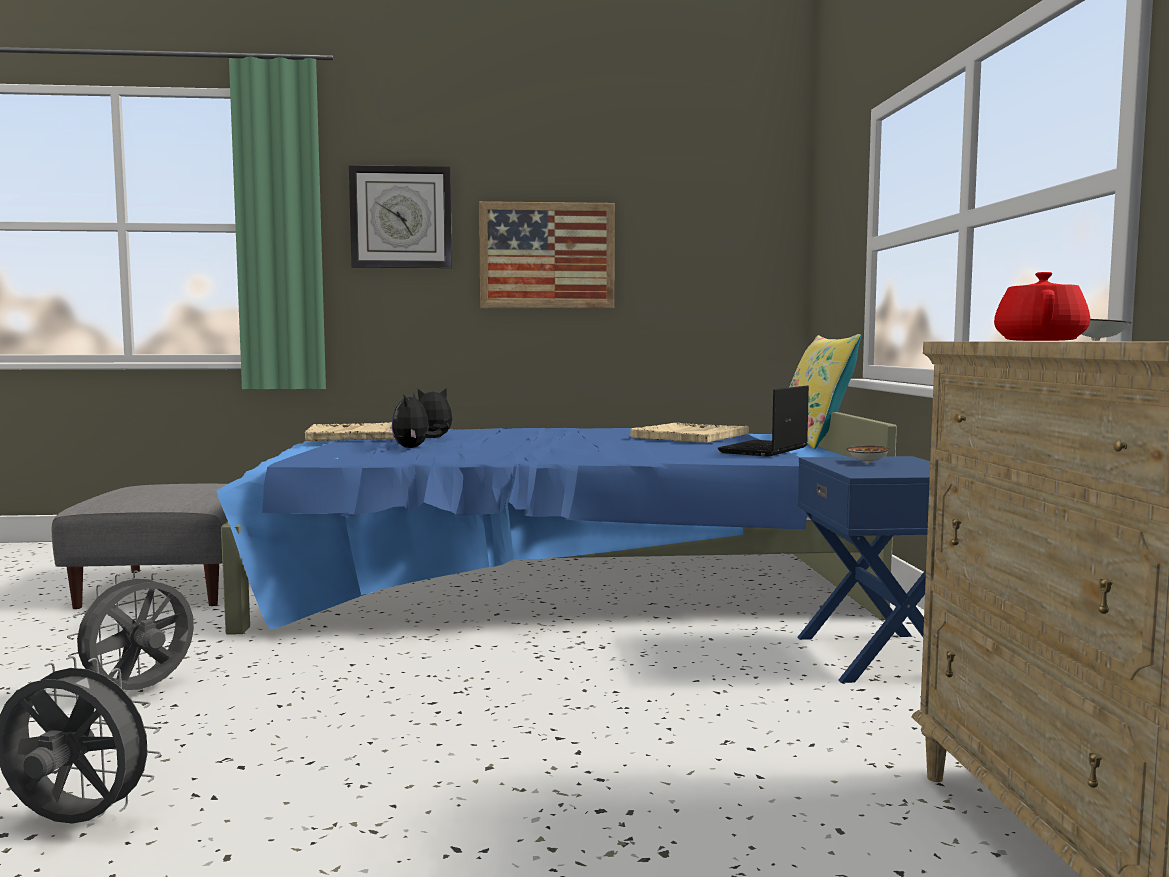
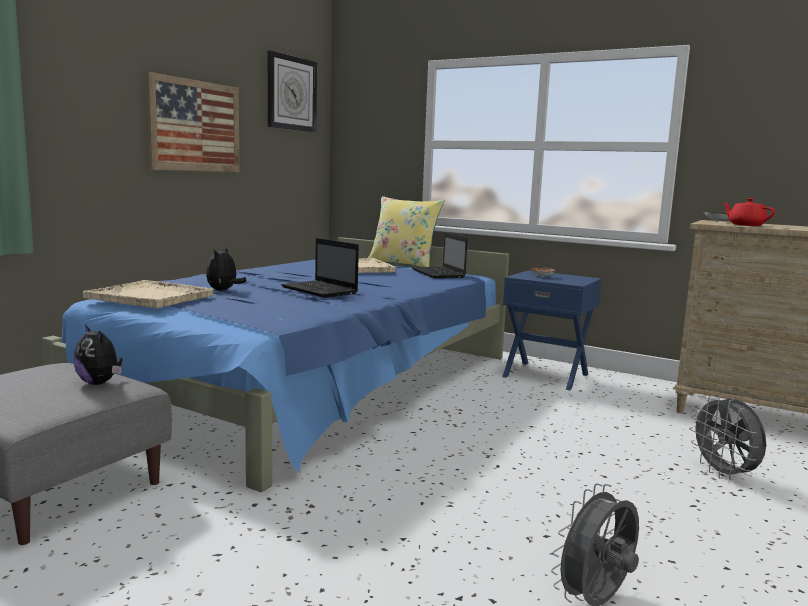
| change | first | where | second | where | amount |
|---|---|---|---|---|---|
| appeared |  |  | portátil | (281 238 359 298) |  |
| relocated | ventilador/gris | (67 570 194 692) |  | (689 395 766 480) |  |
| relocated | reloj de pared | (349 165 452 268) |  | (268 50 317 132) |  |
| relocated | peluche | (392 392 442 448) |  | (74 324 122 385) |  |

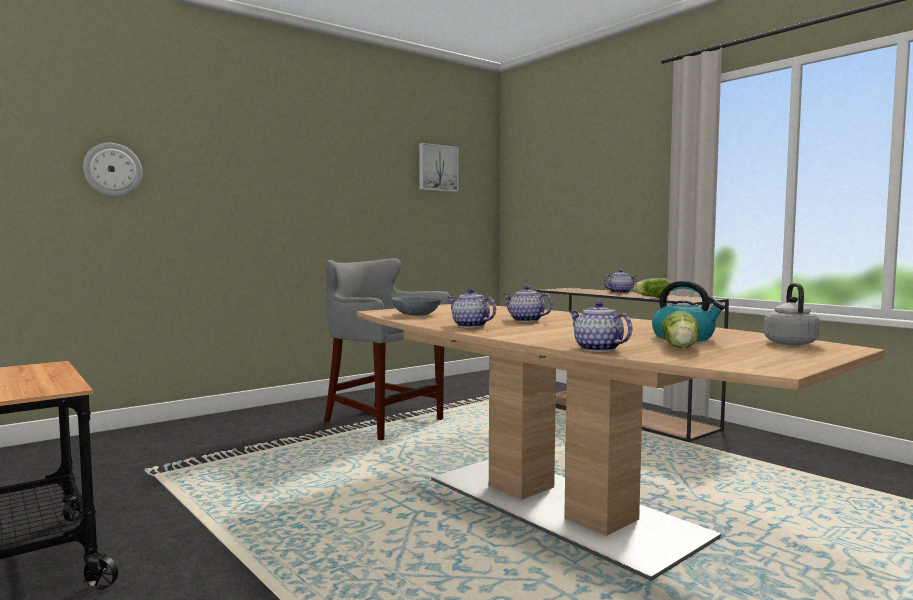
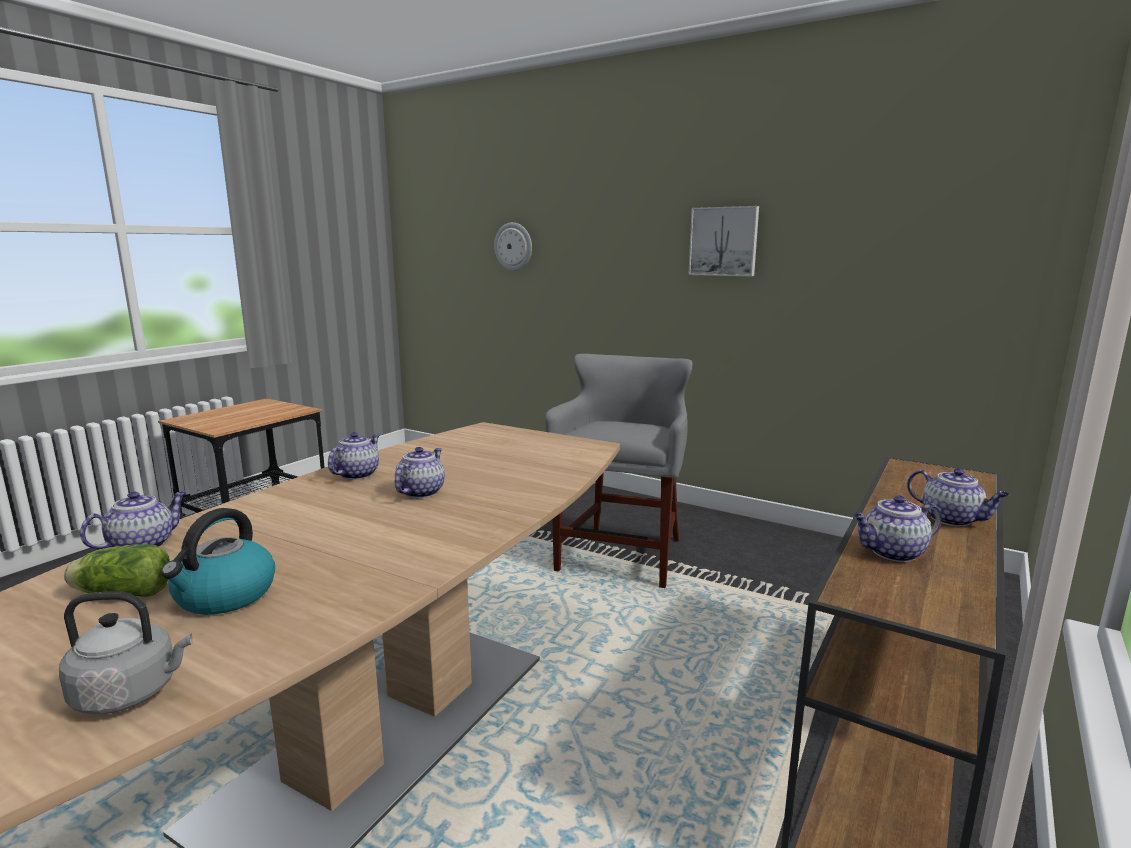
| change | first | where | second | where | amount |
|---|---|---|---|---|---|
| missing | cuenco/gris | (392 296 441 316) |  |  |  |
| relocated | cuadro | (419 143 459 192) |  | (688 206 759 277) |  |
| exchanged | lechuga | (634 278 670 297) | tetera | (853 496 942 562) |  |

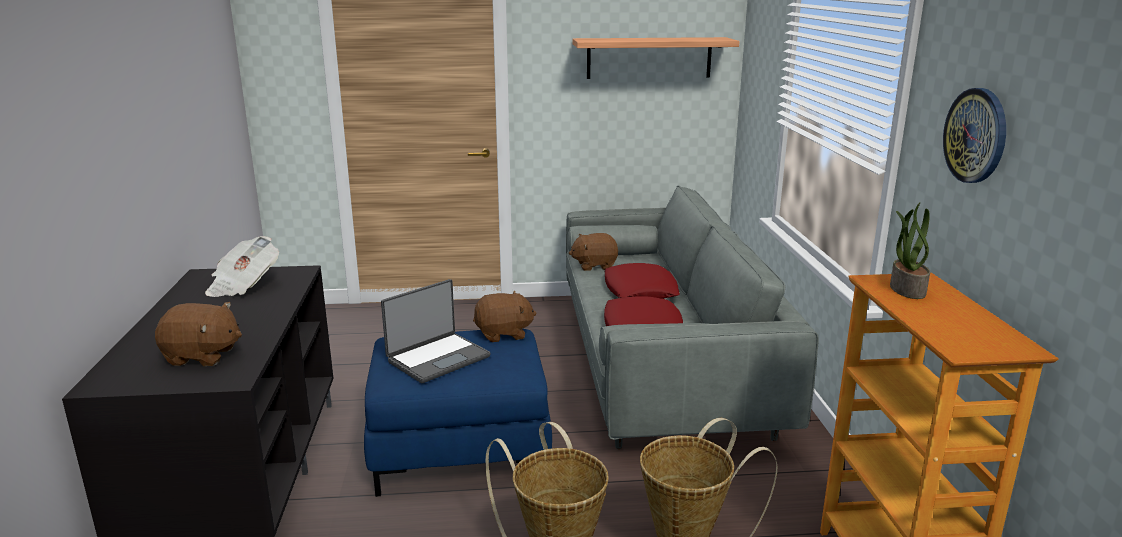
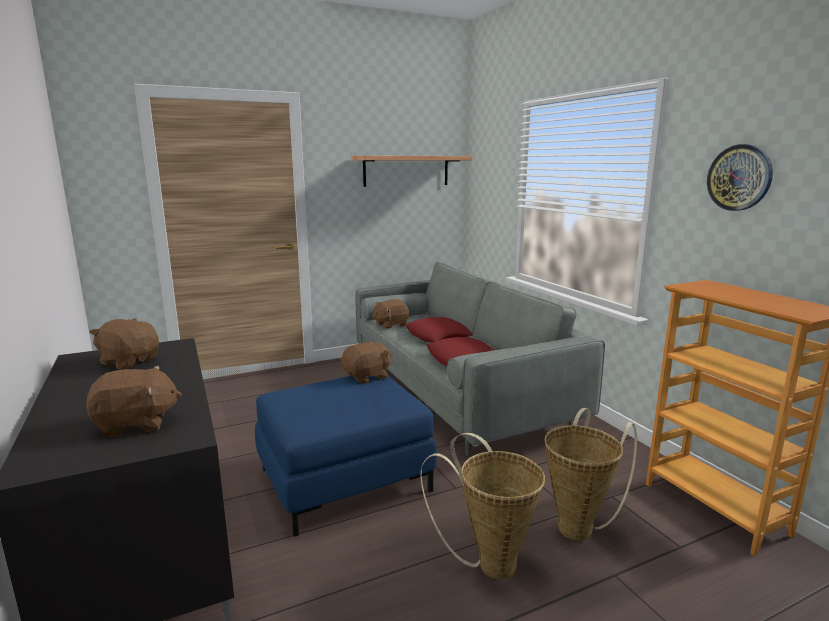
| change | first | where | second | where | amount |
|---|---|---|---|---|---|
| missing | portátil | (381 279 491 383) |  |  |  |
| missing | planta en maceta | (890 203 930 299) |  |  |  |
| exchanged | periódico | (205 236 279 297) | peluche/marrón | (89 318 159 370) |  |

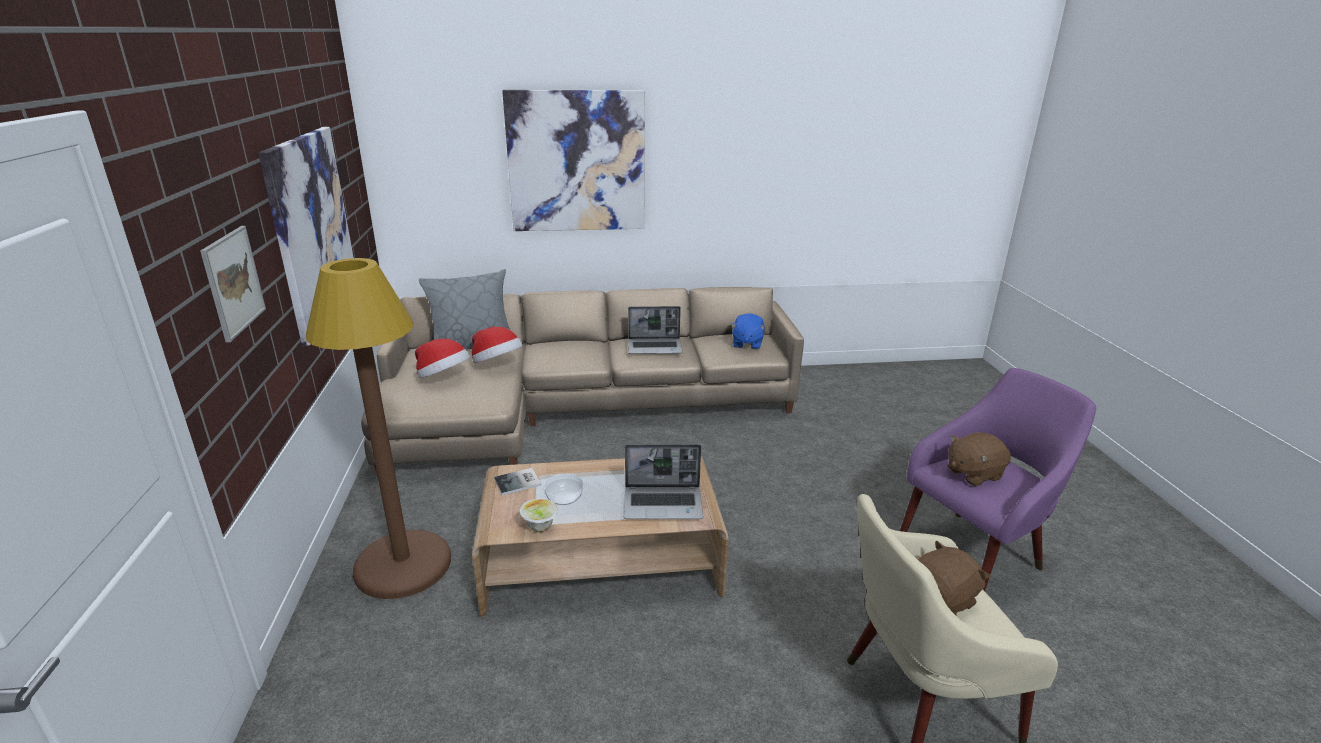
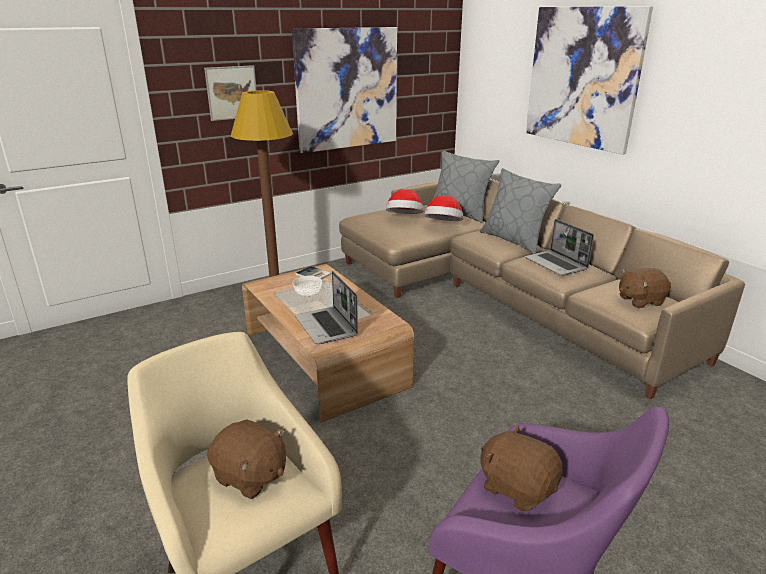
| change | first | where | second | where | amount |
|---|---|---|---|---|---|
| missing | cuenco | (519 499 558 532) |  |  |  |
| appeared |  |  | cojín/gris | (480 168 562 254) |  |
| colour | peluche/azul | (731 313 766 350) | peluche/marrón | (619 268 671 308) |  |

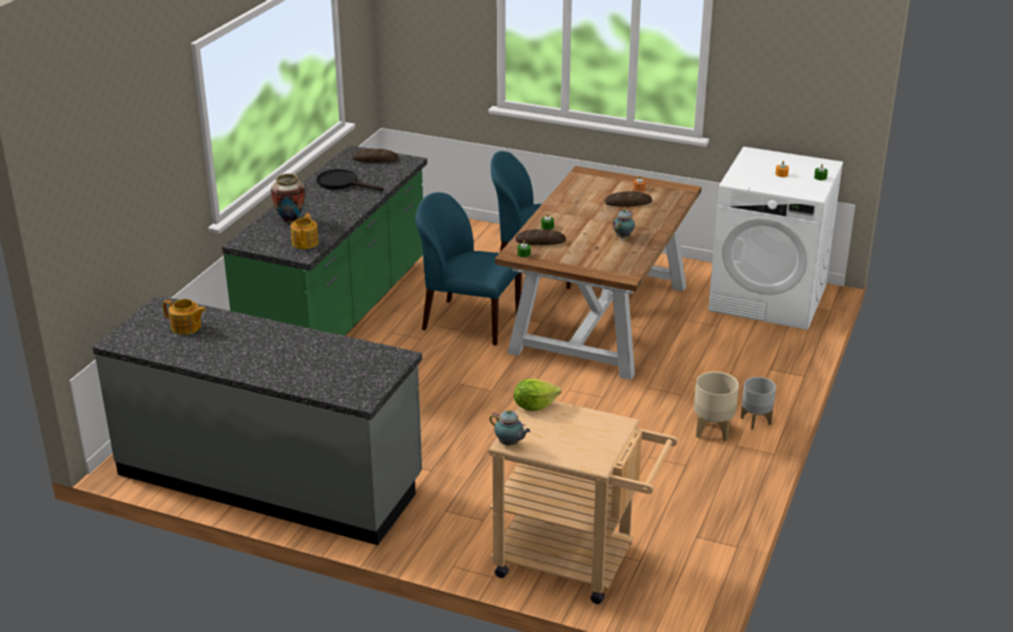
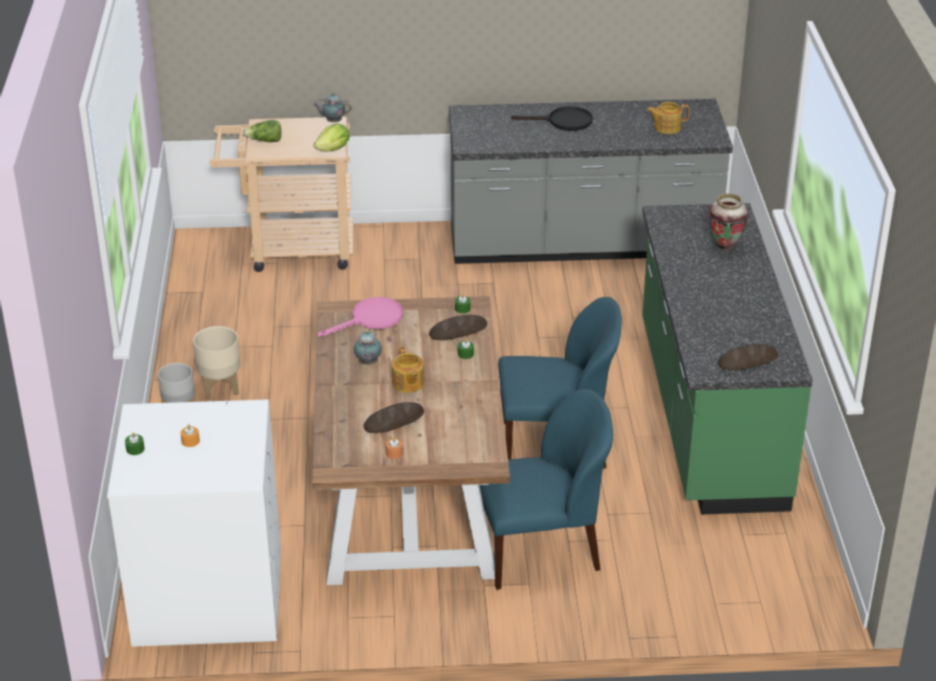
| change | first | where | second | where | amount |
|---|---|---|---|---|---|
| appeared |  |  | lechuga | (243 120 282 142) |  |
| appeared |  |  | sartén/rosa | (318 297 403 337) |  |
| relocated | tetera | (291 213 319 249) |  | (392 346 425 393) |  |
| relocated | sartén/negro | (317 169 384 191) |  | (511 106 593 131) |  |

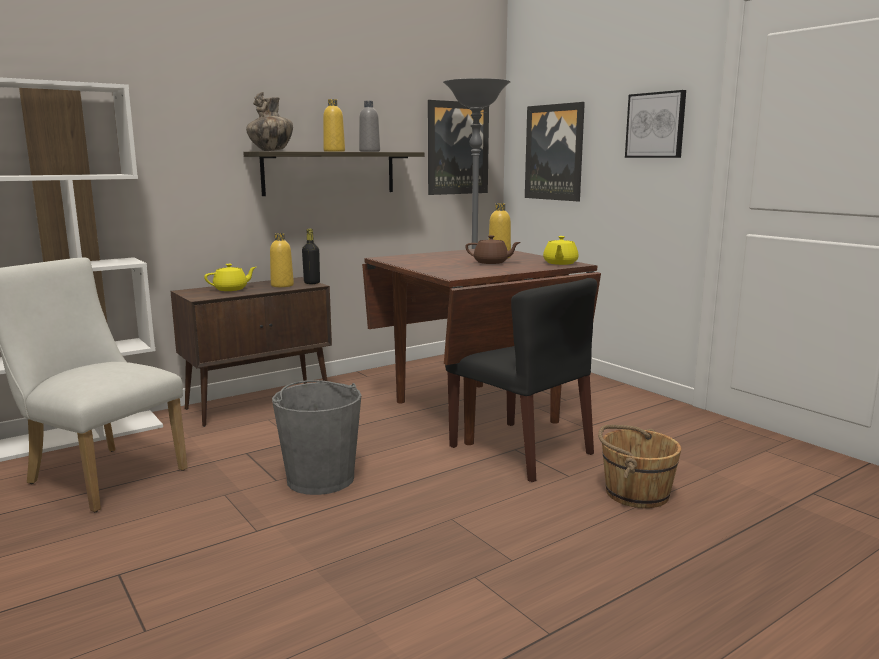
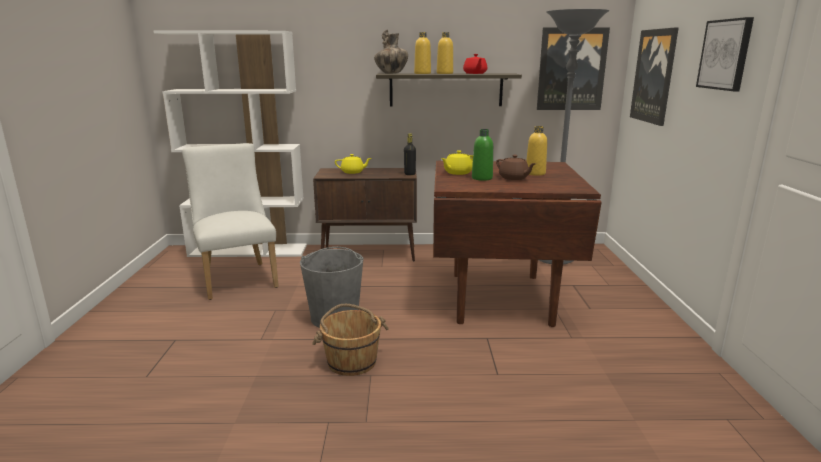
| change | first | where | second | where | amount |
|---|---|---|---|---|---|
| missing | silla/negro | (445 278 597 482) |  |  |  |
| appeared |  |  | botella/verde | (472 129 493 181) |  |
| relocated | botella/amarillo | (270 233 294 287) |  | (414 32 431 74) |  |
| relocated | tetera/amarillo | (543 236 579 265) |  | (441 150 473 175) |  |
| relocated | cubo/marrón | (598 425 681 508) |  | (312 304 389 376) |  |
| exchanged | botella/gris | (359 101 380 152) | tetera/rojo | (463 54 487 74) |  |

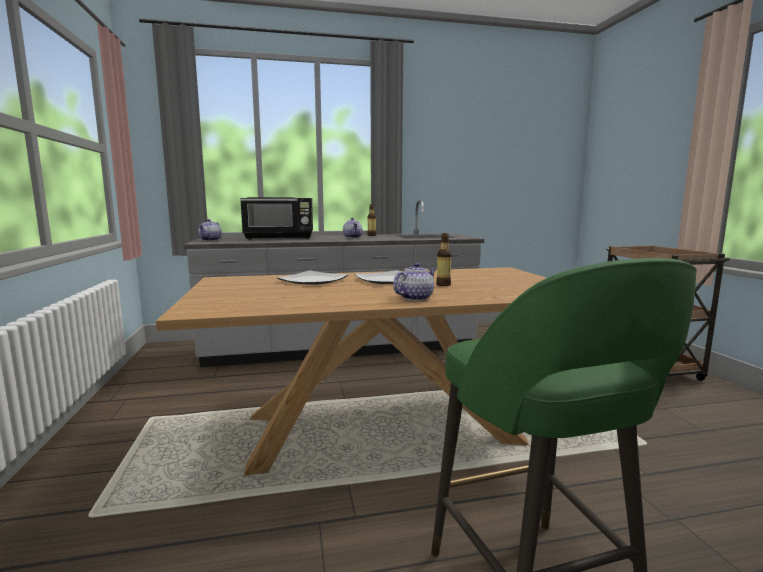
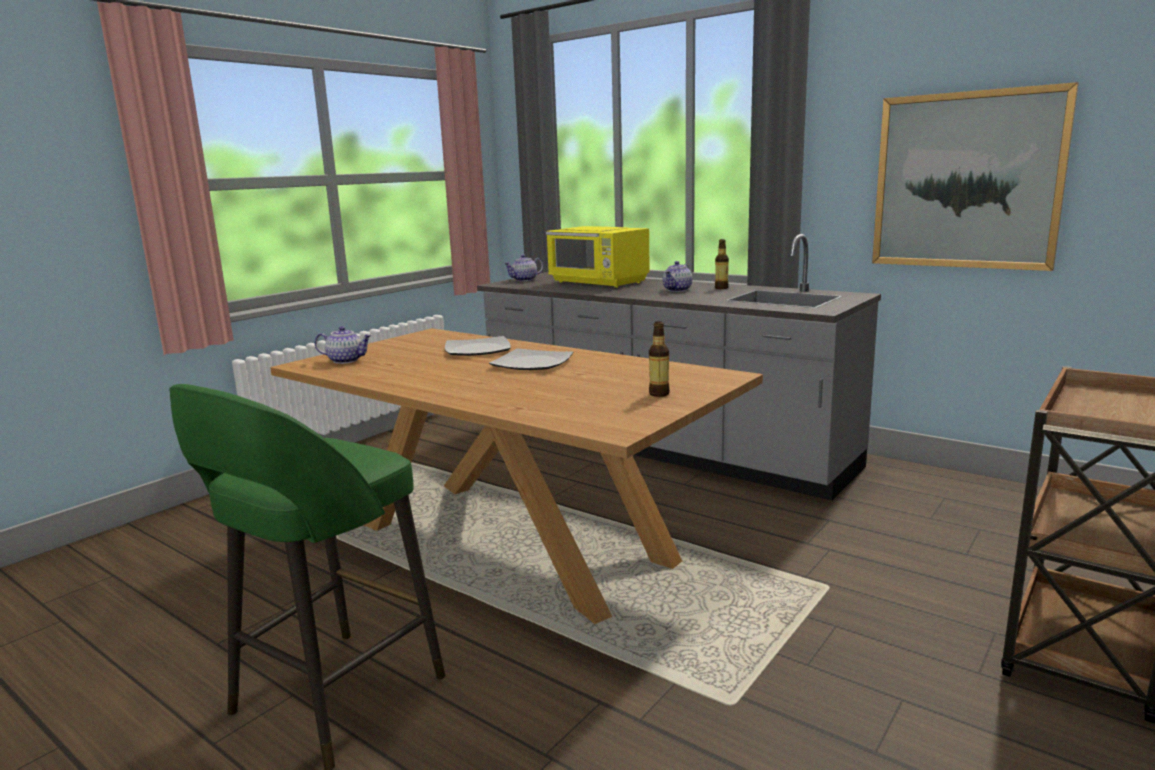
| change | first | where | second | where | amount |
|---|---|---|---|---|---|
| appeared |  |  | cuadro | (872 82 1079 271) |  |
| relocated | tetera | (393 263 437 301) |  | (314 326 372 364) |  |
| relocated | botella | (436 233 452 286) |  | (649 321 670 397) |  |
| colour | microondas/negro | (240 197 313 240) | microondas/amarillo | (545 226 650 288) |  |

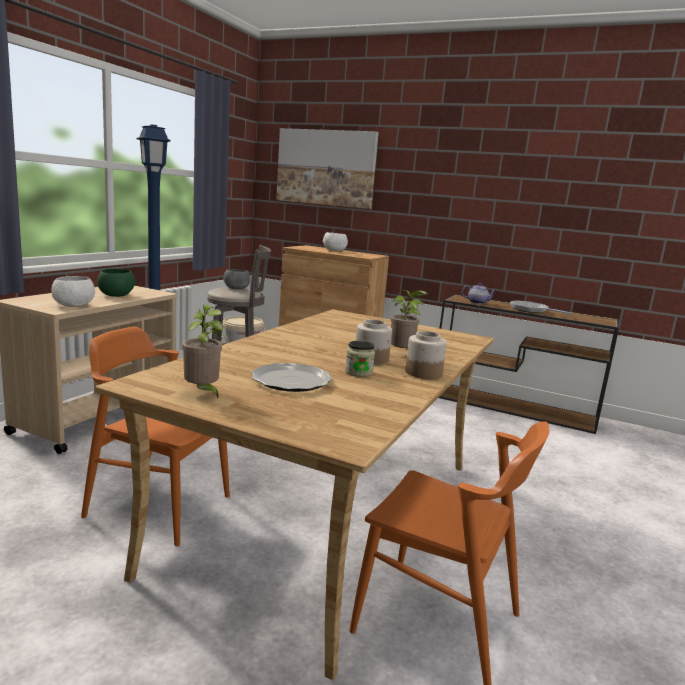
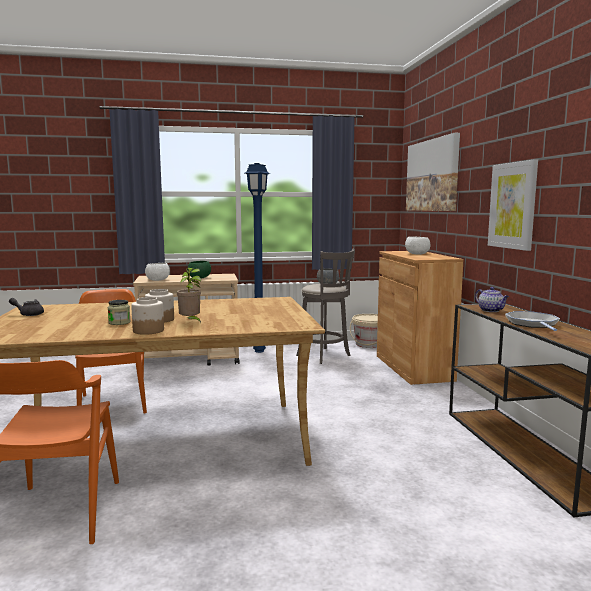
| change | first | where | second | where | amount |
|---|---|---|---|---|---|
| missing | plato | (251 363 333 392) |  |  |  |
| appeared |  |  | cuadro | (488 159 538 251) |  |
| exchanged | planta en maceta | (182 305 223 398) | tetera/gris | (9 298 44 316) |  |

